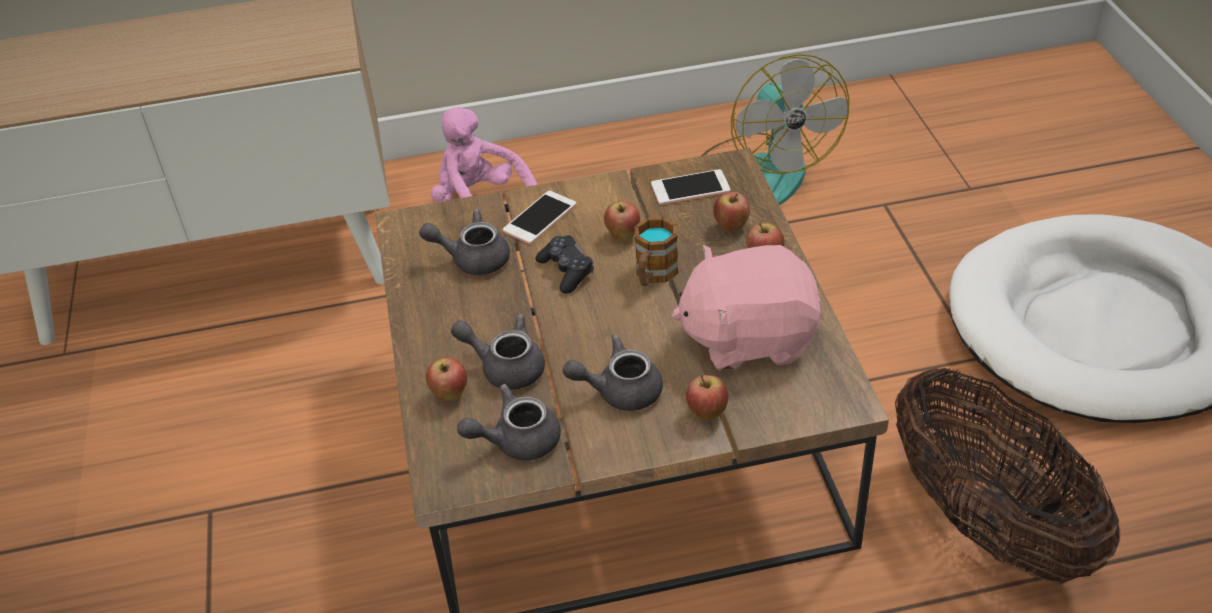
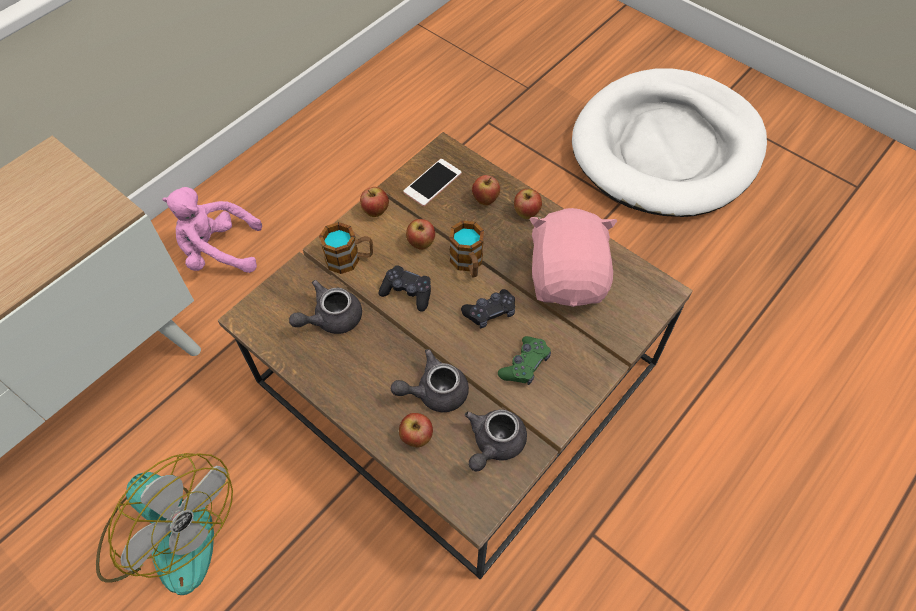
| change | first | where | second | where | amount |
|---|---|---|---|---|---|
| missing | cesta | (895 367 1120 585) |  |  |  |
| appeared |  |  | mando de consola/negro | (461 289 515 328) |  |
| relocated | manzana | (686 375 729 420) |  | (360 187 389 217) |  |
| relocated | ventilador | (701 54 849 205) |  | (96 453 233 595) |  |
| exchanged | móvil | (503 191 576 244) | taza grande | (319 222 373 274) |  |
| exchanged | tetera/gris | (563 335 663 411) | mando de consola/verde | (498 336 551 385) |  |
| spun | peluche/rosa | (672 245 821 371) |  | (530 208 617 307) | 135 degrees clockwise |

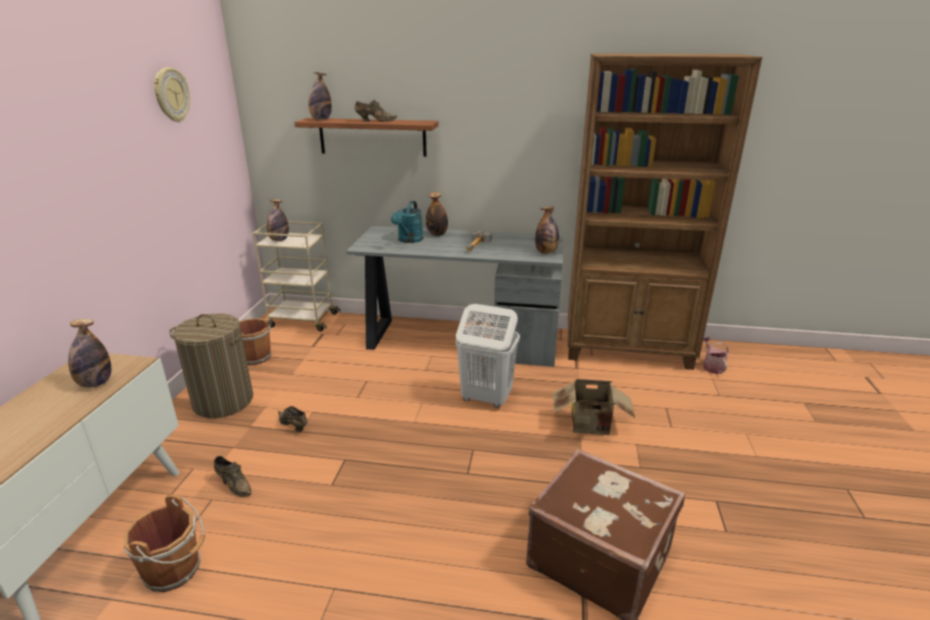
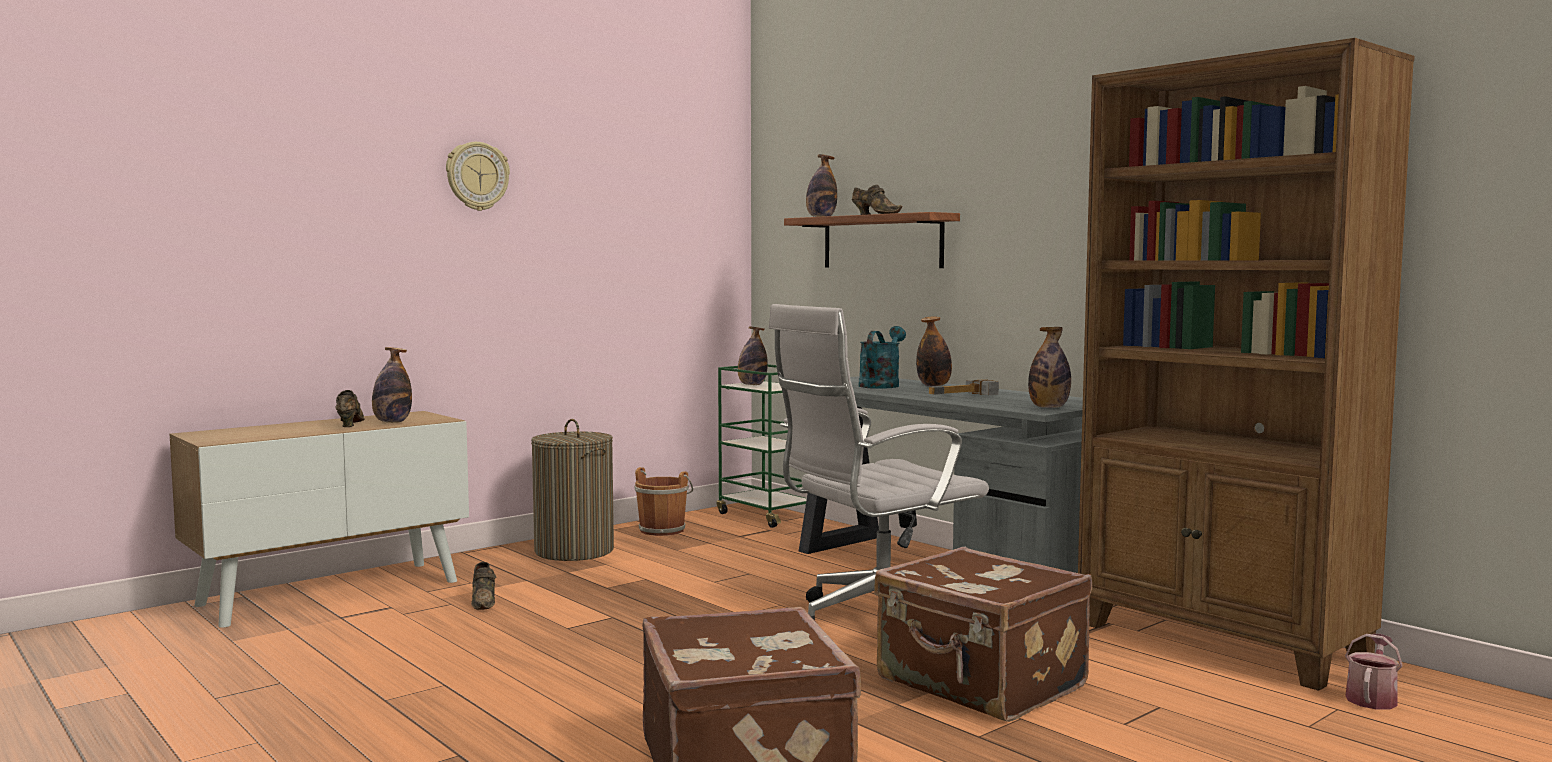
| change | first | where | second | where | amount |
|---|---|---|---|---|---|
| missing | cubo/marrón | (123 494 205 592) |  |  |  |
| relocated | reloj de pared | (154 67 190 122) |  | (446 142 510 211) |  |
| relocated | zapato/marrón | (278 406 308 432) |  | (335 390 365 427) |  |
| exchanged | cesto de la ropa/blanco | (456 304 520 408) | silla de oficina/blanco | (769 304 989 622) |  |
| exchanged | caja de cartón | (553 379 635 435) | maleta/marrón | (874 547 1092 722) |  |
| colour | carrito/beis | (253 221 340 331) | carrito/verde | (717 364 807 528) |  |
| spun | regadera/turquesa | (391 201 423 243) |  | (859 326 906 389) | 150 degrees clockwise |

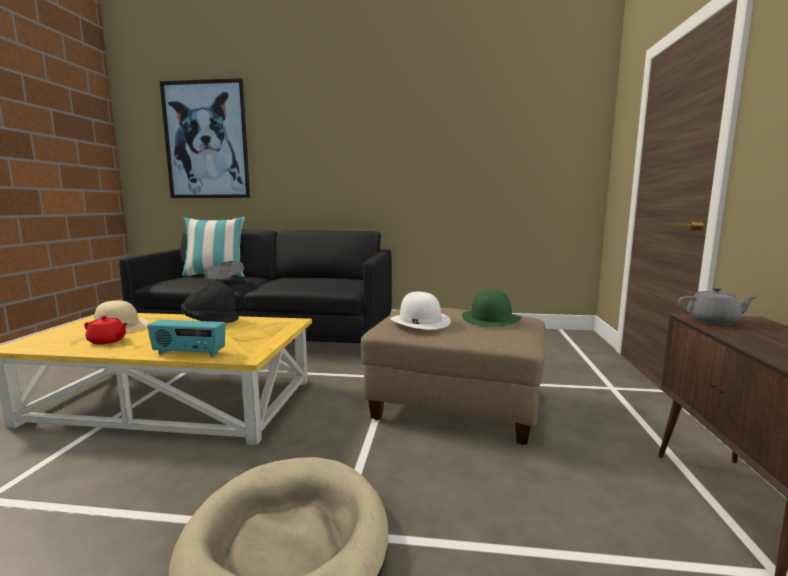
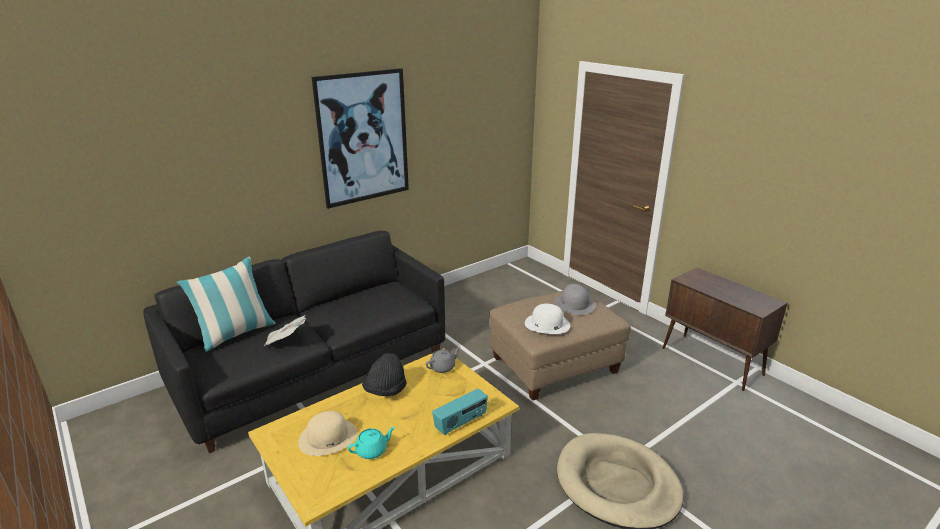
| change | first | where | second | where | amount |
|---|---|---|---|---|---|
| relocated | cuadro | (160 78 250 198) |  | (312 68 409 209) |  |
| relocated | tetera/gris | (678 287 758 325) |  | (425 347 460 373) |  |
| colour | tetera/rojo | (84 315 128 345) | tetera/turquesa | (348 427 395 459) |  |
| colour | sombrero/verde | (462 290 521 327) | sombrero/gris | (555 284 595 315) |  |

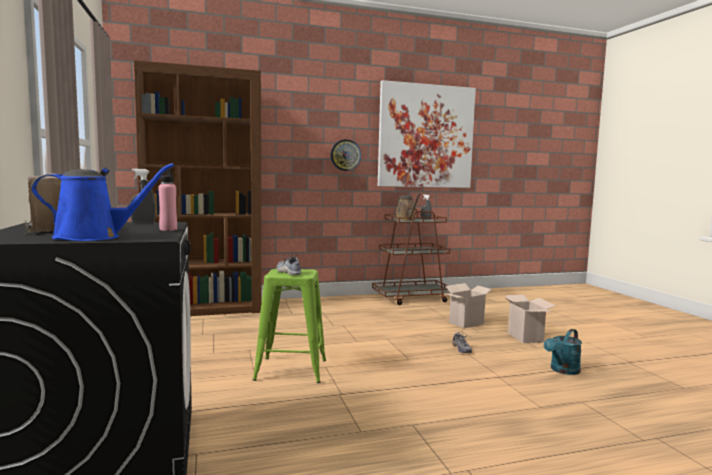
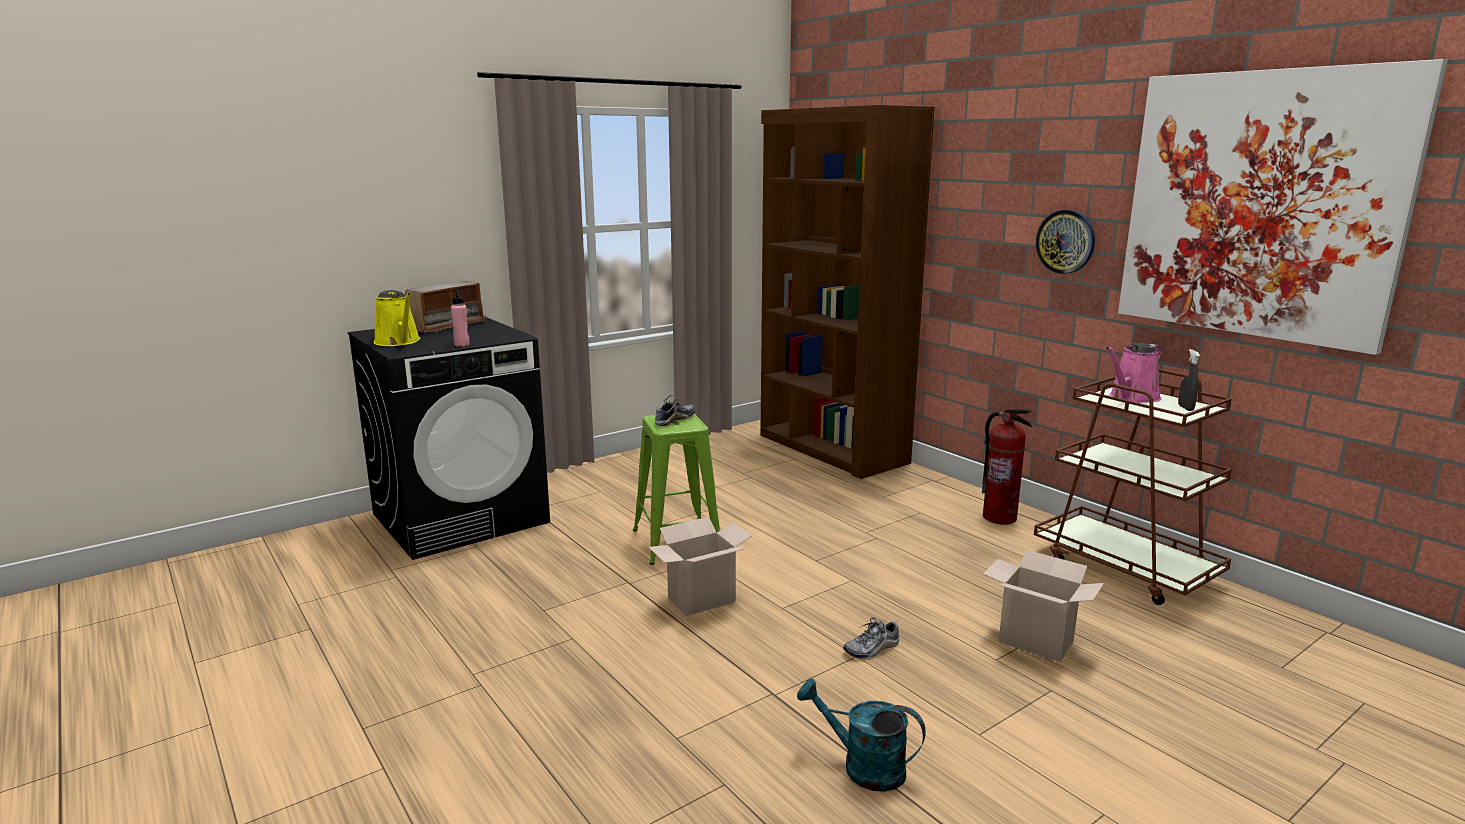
| change | first | where | second | where | amount |
|---|---|---|---|---|---|
| missing | pulverizador/gris | (130 169 156 224) |  |  |  |
| appeared |  |  | extintor | (982 408 1032 525) |  |
| relocated | caja de cartón | (503 295 556 343) |  | (648 517 752 616) |  |
| colour | regadera/azul | (31 163 174 241) | regadera/amarillo | (374 290 420 346) |  |
| colour | regadera/marrón | (395 194 420 221) | regadera/rosa | (1106 343 1161 403) |  |

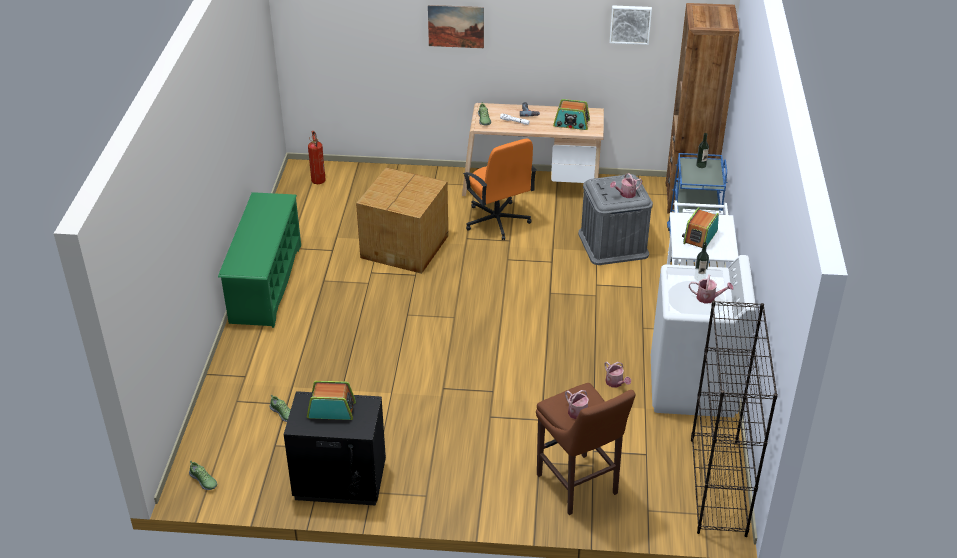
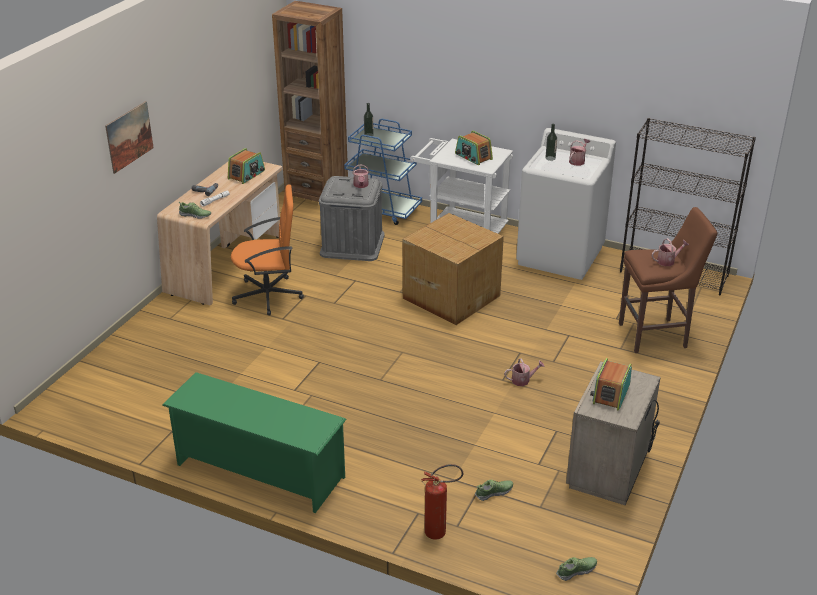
| change | first | where | second | where | amount |
|---|---|---|---|---|---|
| missing | cuadro | (610 5 652 45) |  |  |  |
| relocated | extintor | (308 131 326 184) |  | (421 464 463 540) |  |
| relocated | caja de cartón | (356 168 448 274) |  | (403 213 504 325) |  |
| relocated | regadera | (605 362 631 388) |  | (504 358 545 386) |  |
| colour | mesita de noche/negro | (284 391 386 506) | mesita de noche/beis | (566 361 661 505) |  |

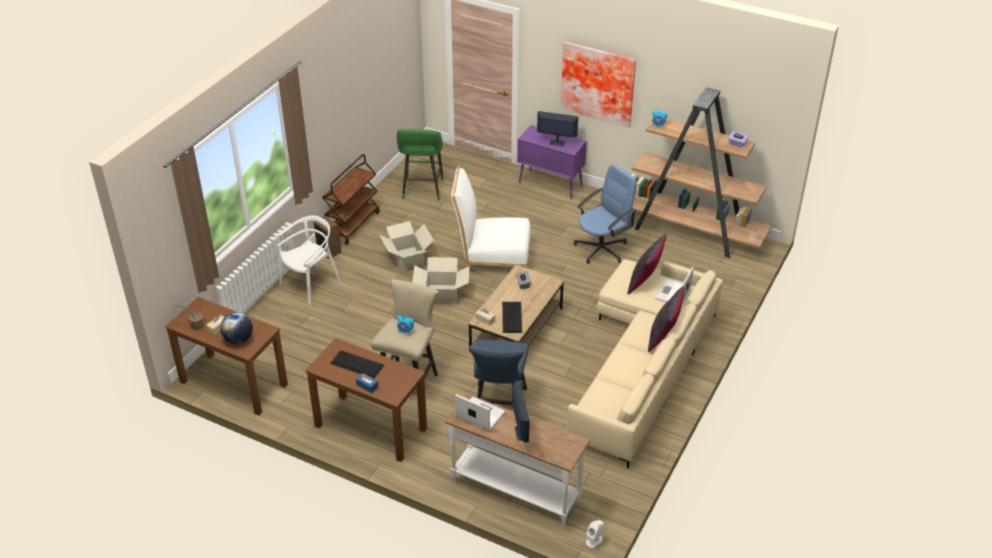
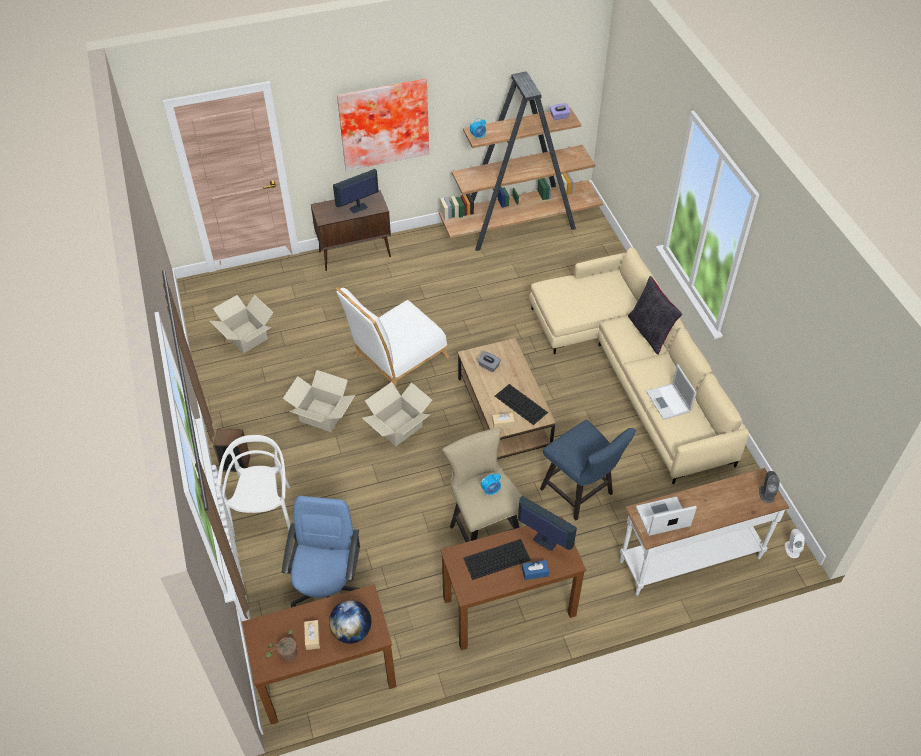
| change | first | where | second | where | amount |
|---|---|---|---|---|---|
| missing | carrito/marrón | (322 154 380 245) |  |  |  |
| missing | cojín/negro | (627 234 666 294) |  |  |  |
| appeared |  |  | altavoz/gris | (759 471 780 503) |  |
| relocated | monitor | (512 381 530 443) |  | (518 496 577 551) |  |
| relocated | silla de oficina/azul | (574 164 636 264) |  | (282 496 360 608) |  |
| relocated | portátil | (655 266 694 302) |  | (646 364 697 420) |  |
| exchanged | taburete/verde | (397 129 444 201) | caja de cartón | (210 295 273 353) |  |
| colour | armario/morado | (517 125 587 199) | armario/marrón | (311 190 391 271) |  |

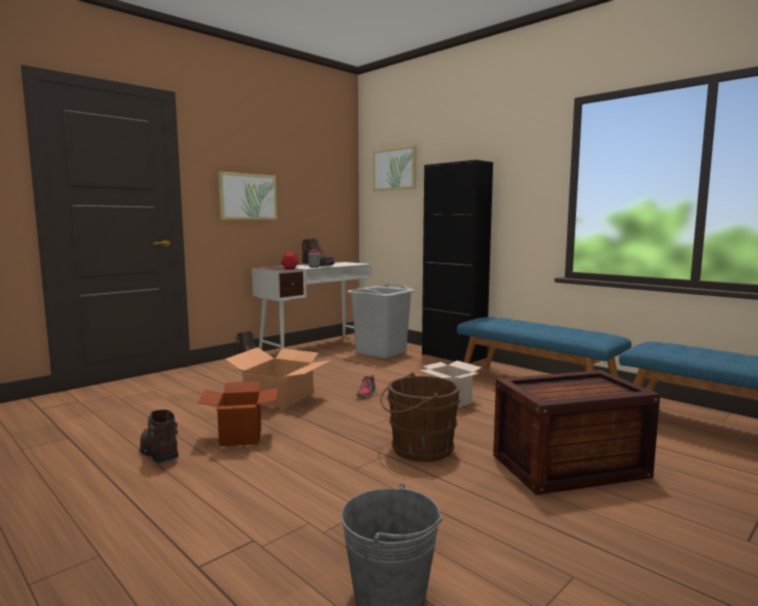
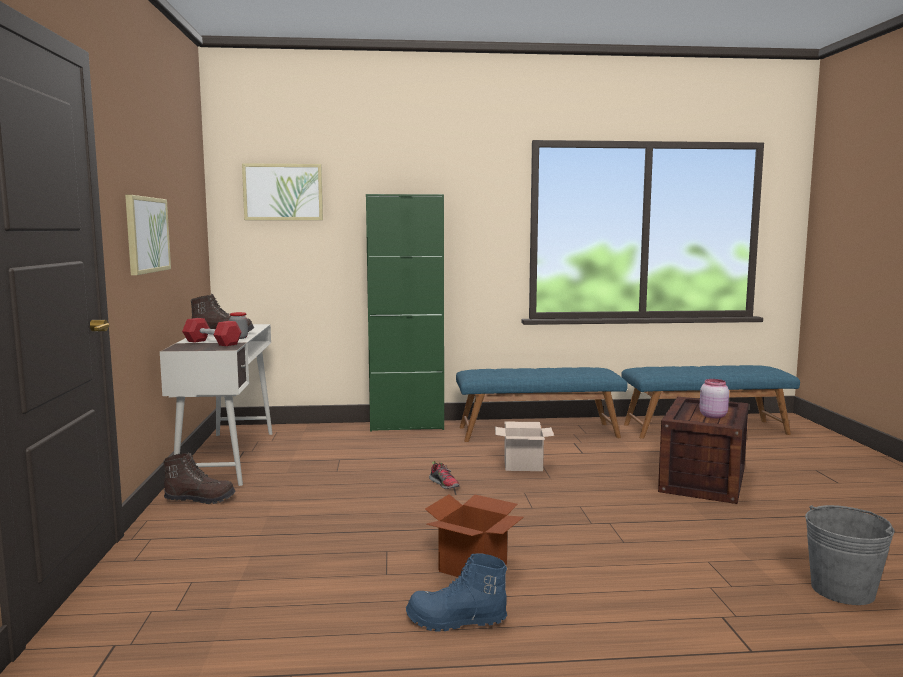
| change | first | where | second | where | amount |
|---|---|---|---|---|---|
| missing | caja de cartón | (225 347 332 409) |  |  |  |
| missing | cesto de la ropa/gris | (347 284 415 359) |  |  |  |
| missing | cubo/marrón | (380 372 460 462) |  |  |  |
| appeared |  |  | tarro/rosa | (699 379 729 418) |  |
| colour | bota/marrón | (140 410 178 463) | bota/azul | (406 554 507 631) |  |
| colour | armario/negro | (422 160 493 364) | armario/verde | (366 194 444 432) |  |

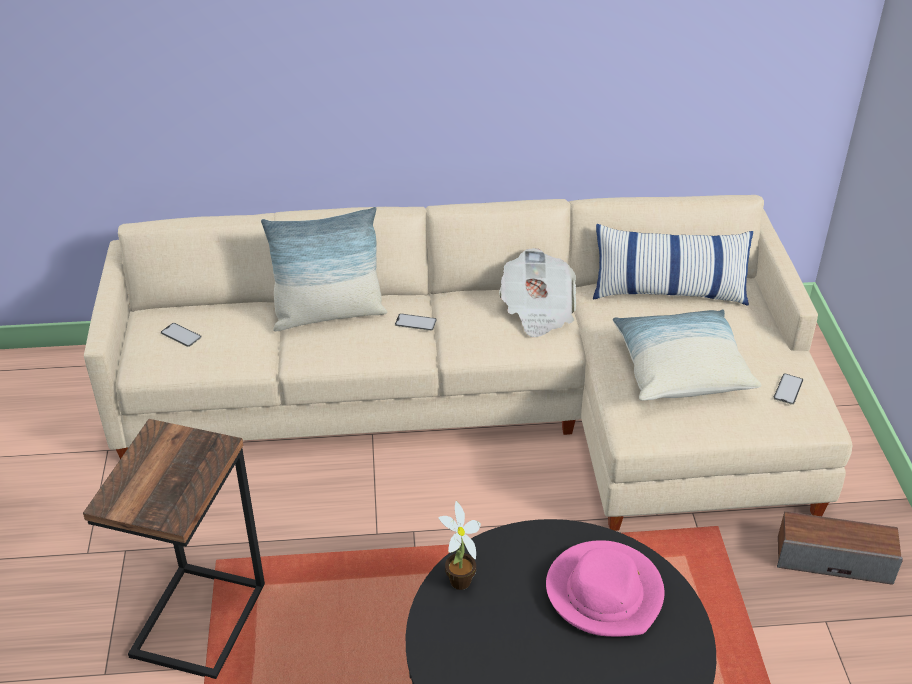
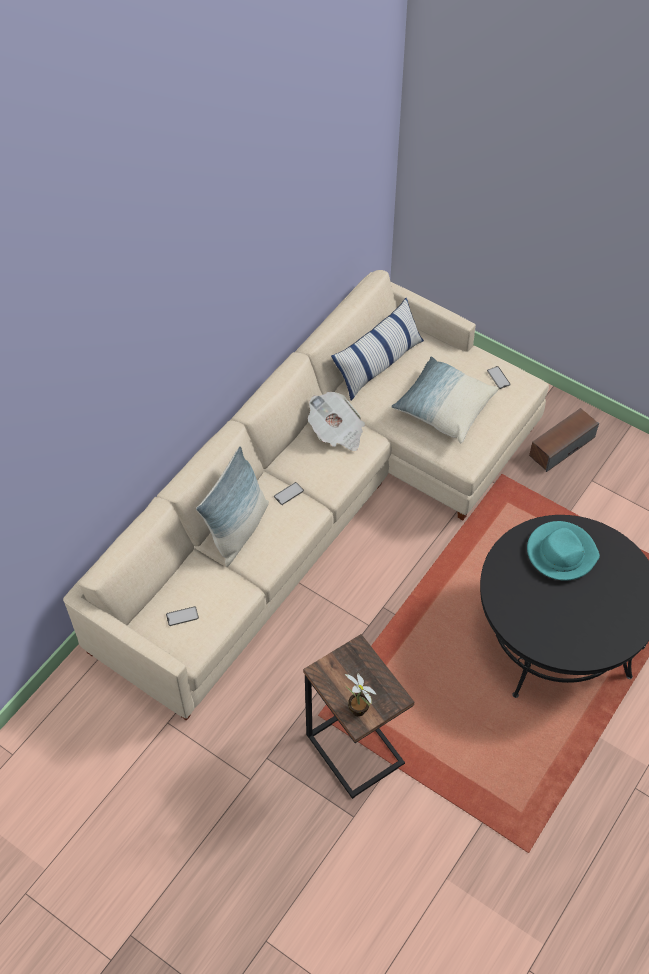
| change | first | where | second | where | amount |
|---|---|---|---|---|---|
| relocated | planta en maceta | (438 501 481 590) |  | (345 673 376 717) |  |
| colour | sombrero/rosa | (546 540 665 637) | sombrero/turquesa | (527 521 600 581) |  |

